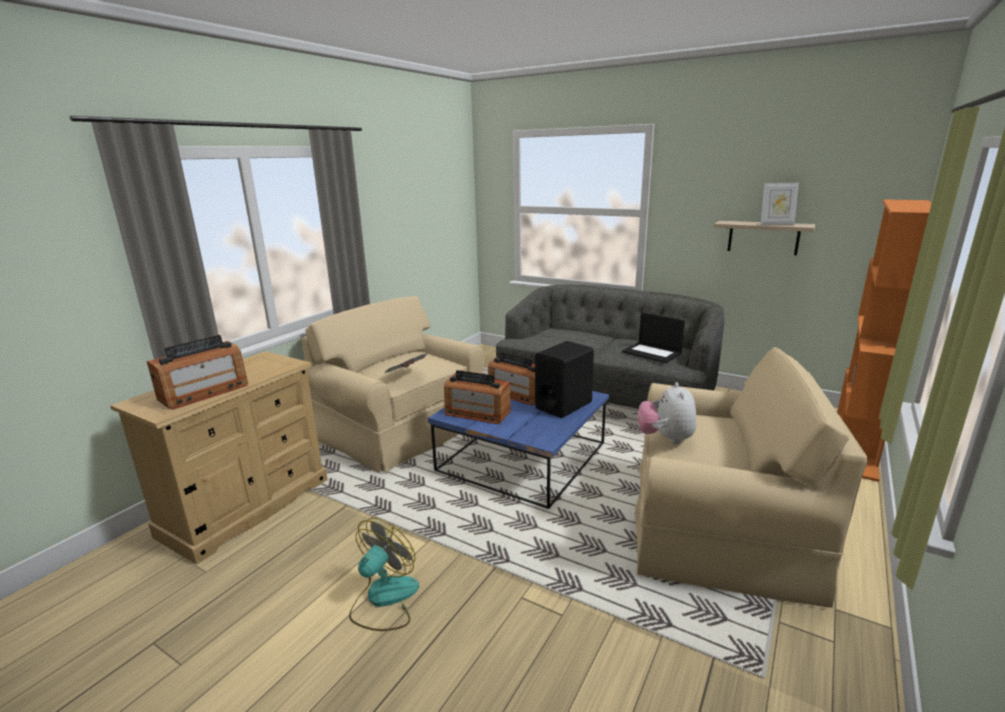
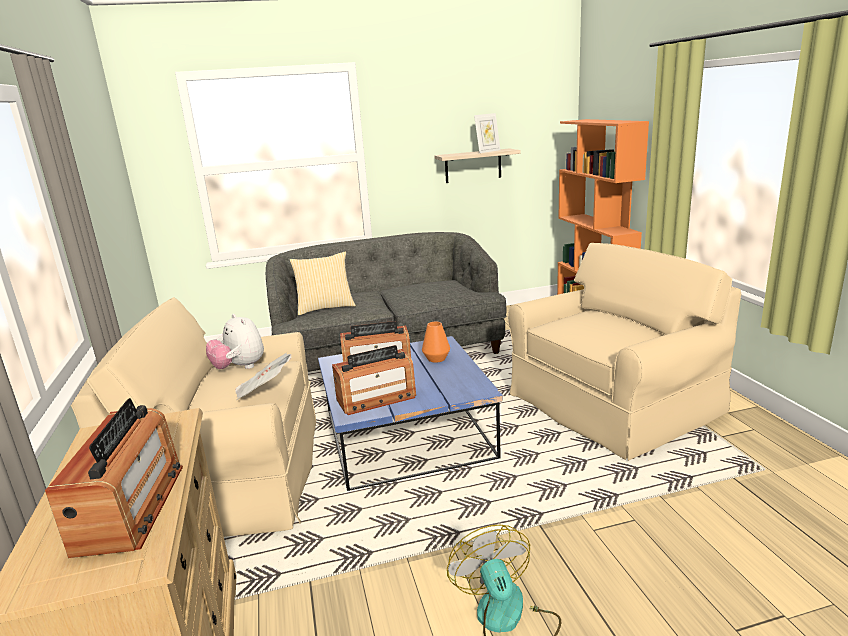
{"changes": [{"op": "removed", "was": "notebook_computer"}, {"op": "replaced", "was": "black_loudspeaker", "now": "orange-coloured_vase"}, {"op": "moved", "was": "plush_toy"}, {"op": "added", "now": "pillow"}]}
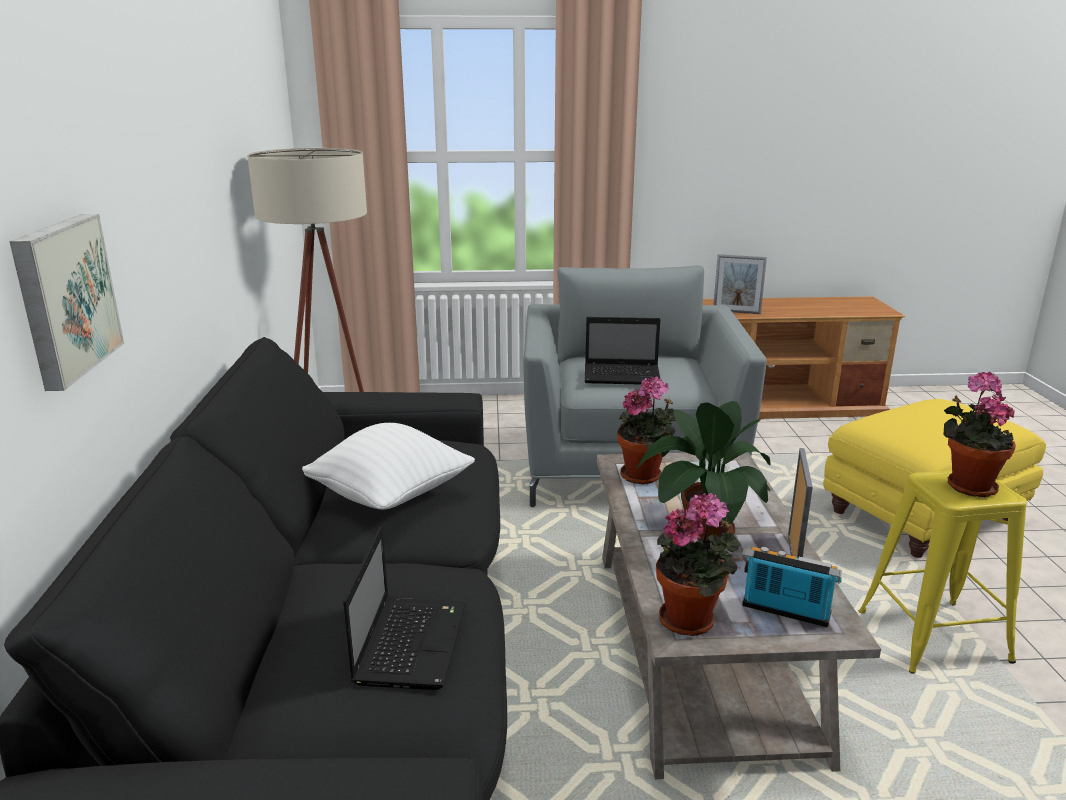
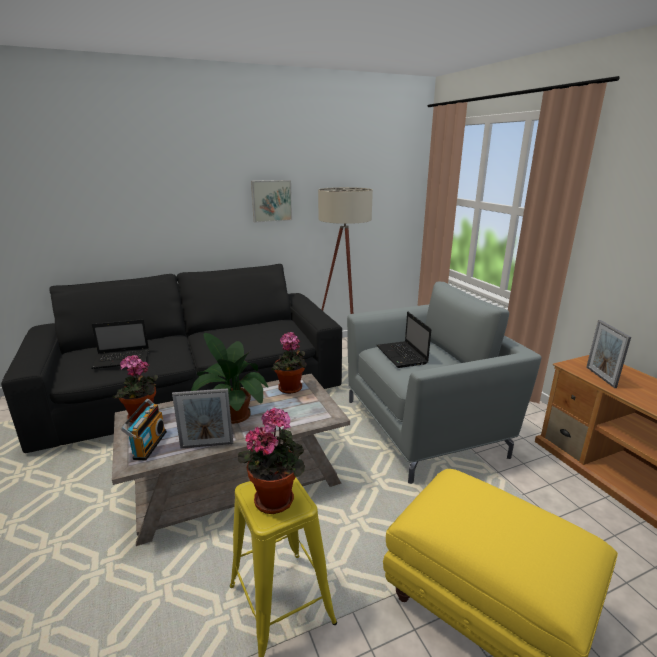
{"changes": [{"op": "moved", "was": "wall_art"}, {"op": "removed", "was": "white-coloured_pillow"}]}
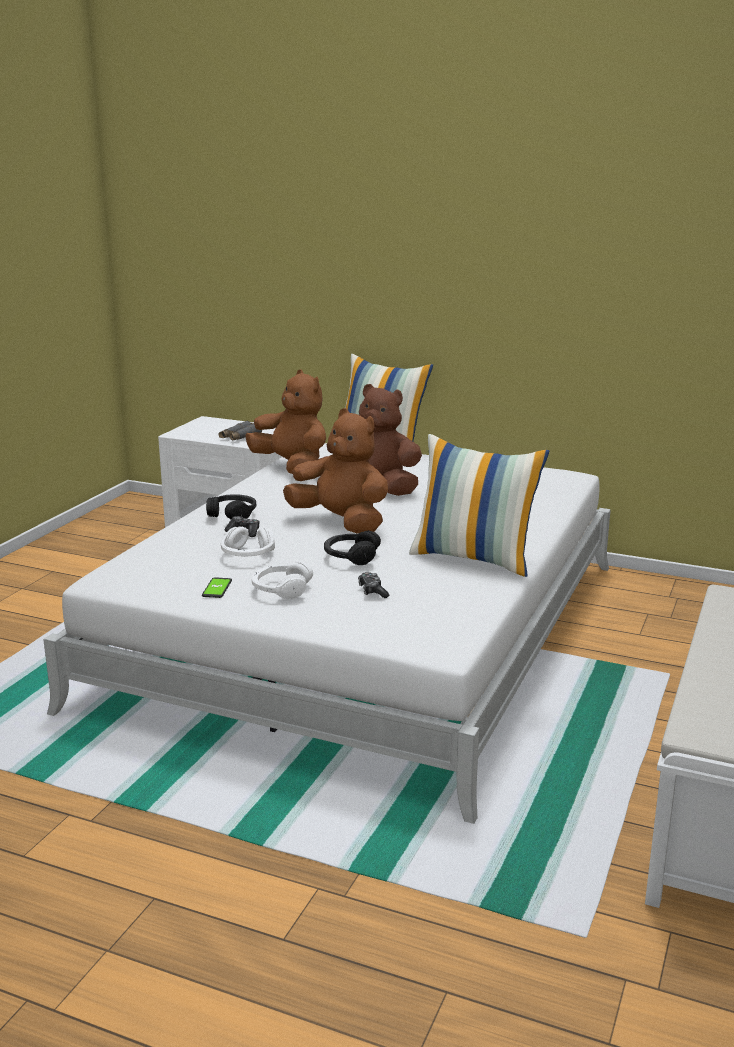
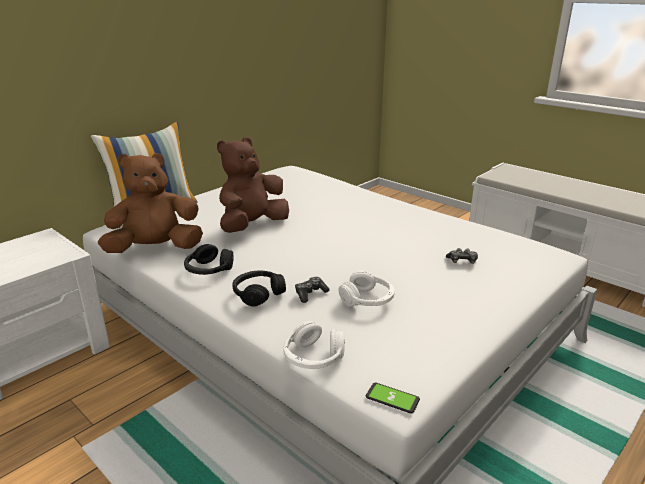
{"changes": [{"op": "removed", "was": "brownish_plush_toy (2nd from left)"}, {"op": "removed", "was": "greyish_pair_of_binoculars"}, {"op": "removed", "was": "pillow (2nd from left)"}, {"op": "moved", "was": "black_headphones (2nd from left in the first image)", "now": "black_headphones (1st from left)"}, {"op": "moved", "was": "white-coloured_headphones (2nd from left in the first image)", "now": "white-coloured_headphones (1st from left)"}, {"op": "moved", "was": "phone"}]}
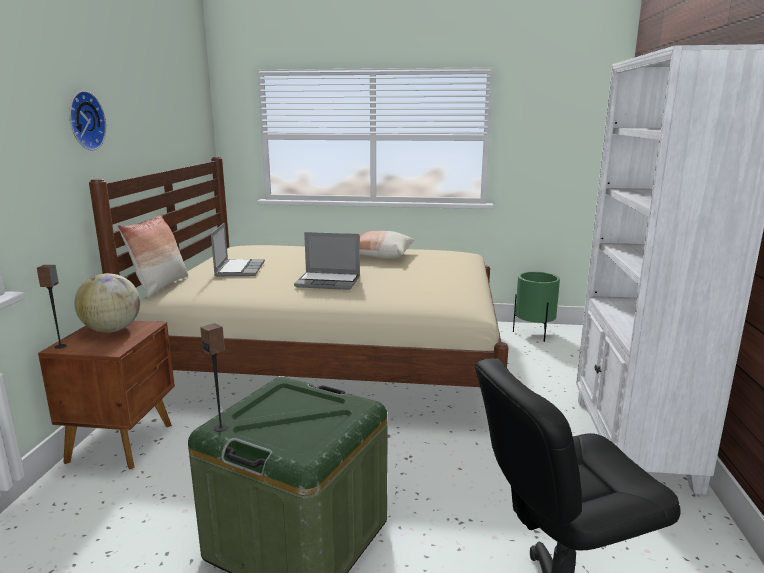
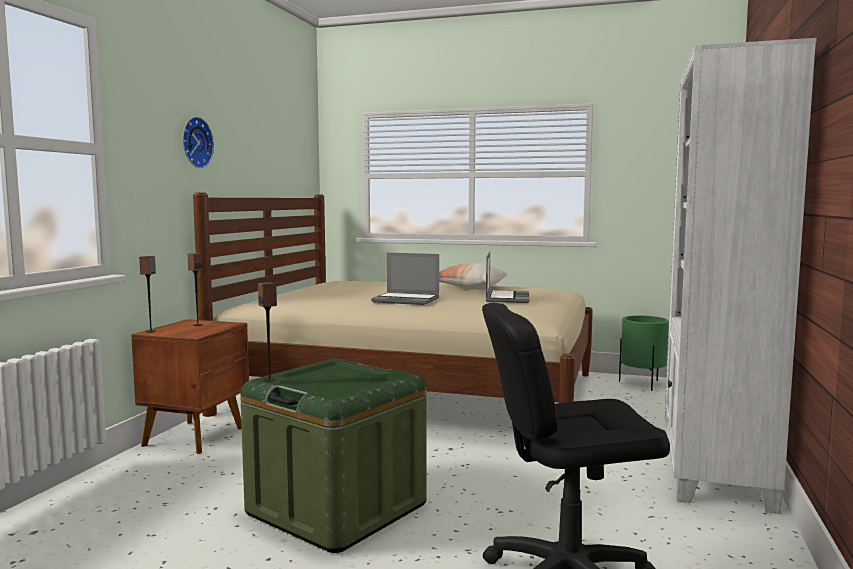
{"changes": [{"op": "removed", "was": "pillow (1st from left)"}, {"op": "moved", "was": "notebook_computer (1st from left in the first image)", "now": "notebook_computer (2nd from left)"}, {"op": "replaced", "was": "world_globe", "now": "loudspeaker (2nd from left)"}]}
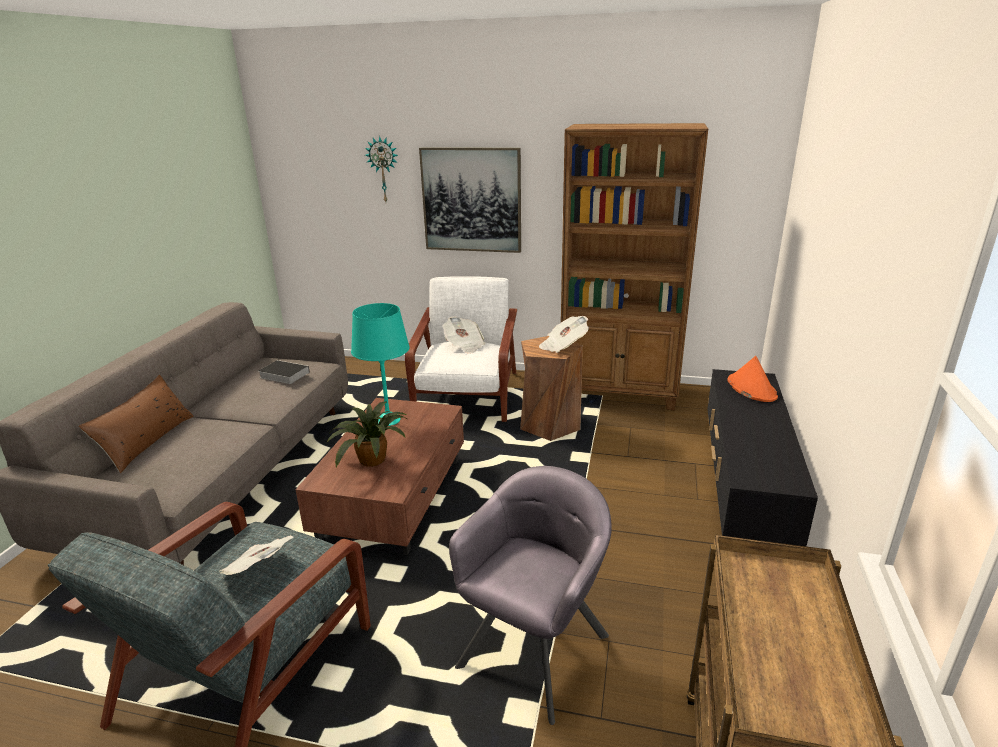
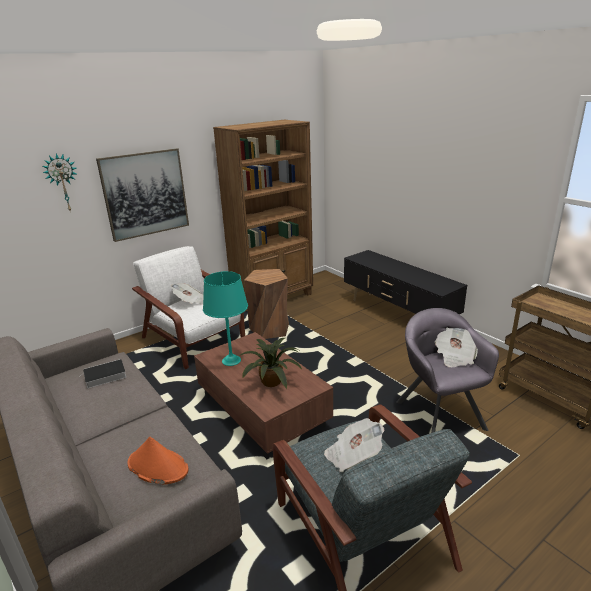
{"changes": [{"op": "moved", "was": "printed_paper (3rd from left)"}, {"op": "moved", "was": "orange-coloured_wearable_hat"}, {"op": "removed", "was": "brownish_pillow"}]}
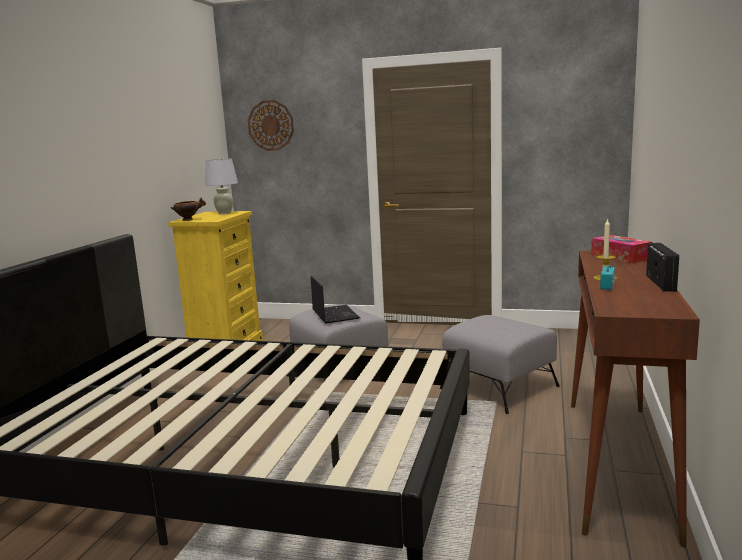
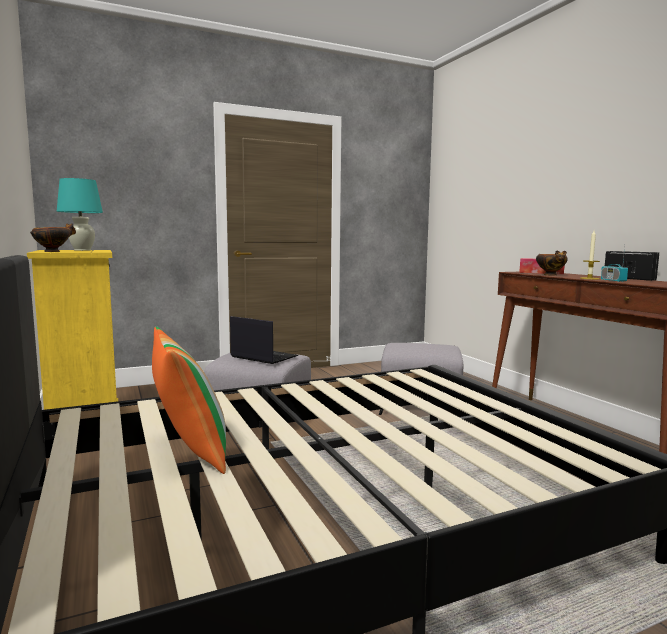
{"changes": [{"op": "removed", "was": "wall_clock"}, {"op": "recoloured", "was": "white-coloured_table_lamp", "now": "blue-green_table_lamp"}, {"op": "added", "now": "deep_dish (2nd from left)"}, {"op": "added", "now": "pillow"}]}
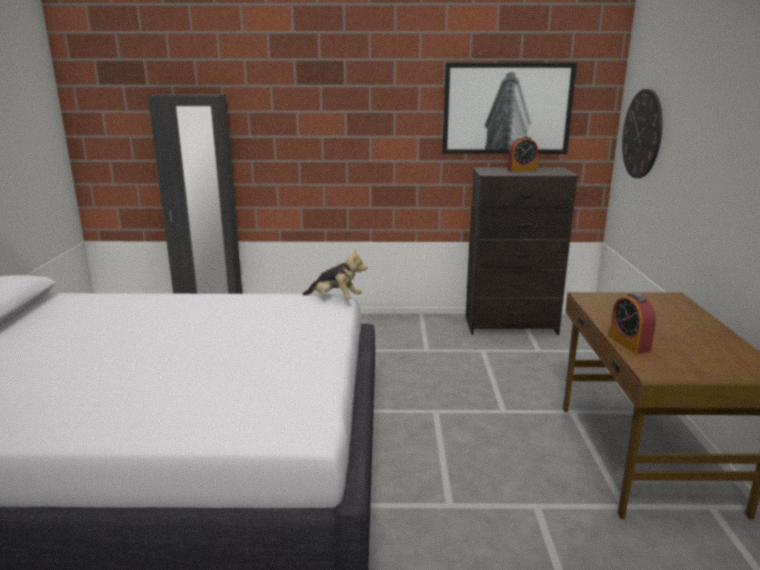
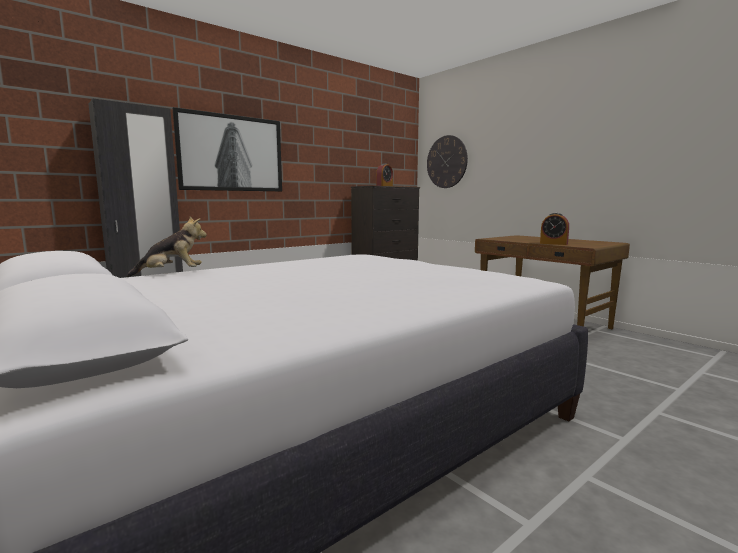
{"changes": [{"op": "moved", "was": "wall_art"}, {"op": "moved", "was": "plush_toy"}]}
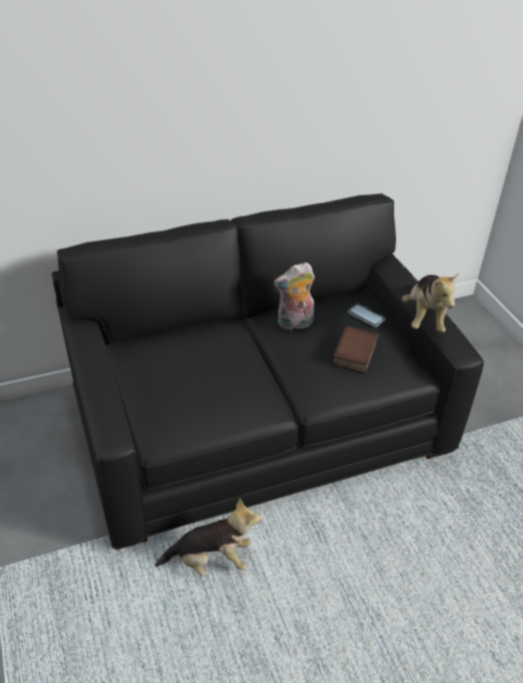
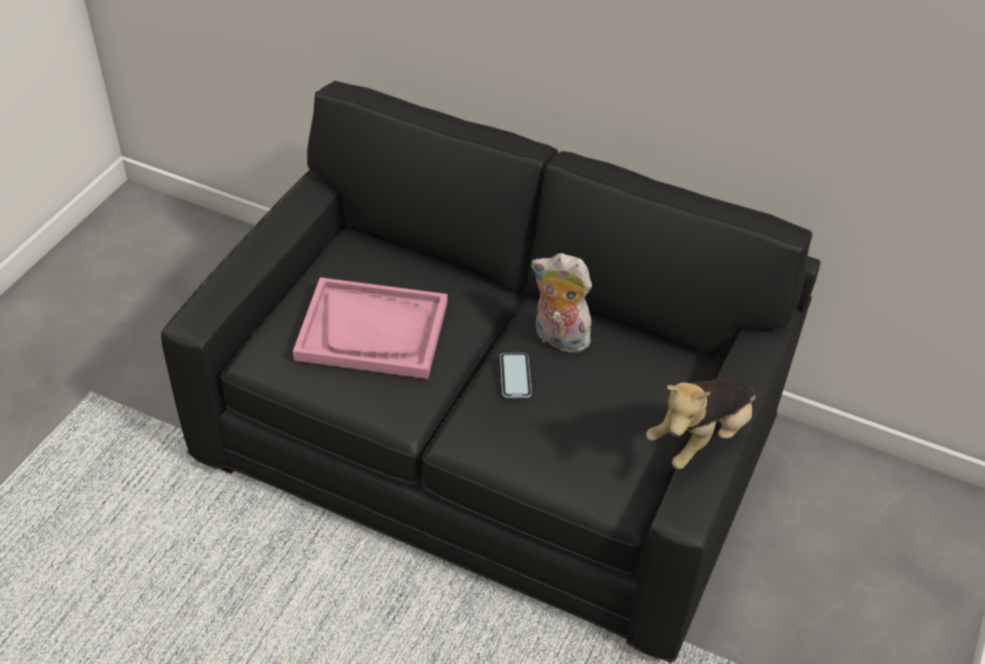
{"changes": [{"op": "moved", "was": "phone"}, {"op": "removed", "was": "book"}, {"op": "removed", "was": "plush_toy (1st from left)"}, {"op": "added", "now": "pink_serving_tray"}]}
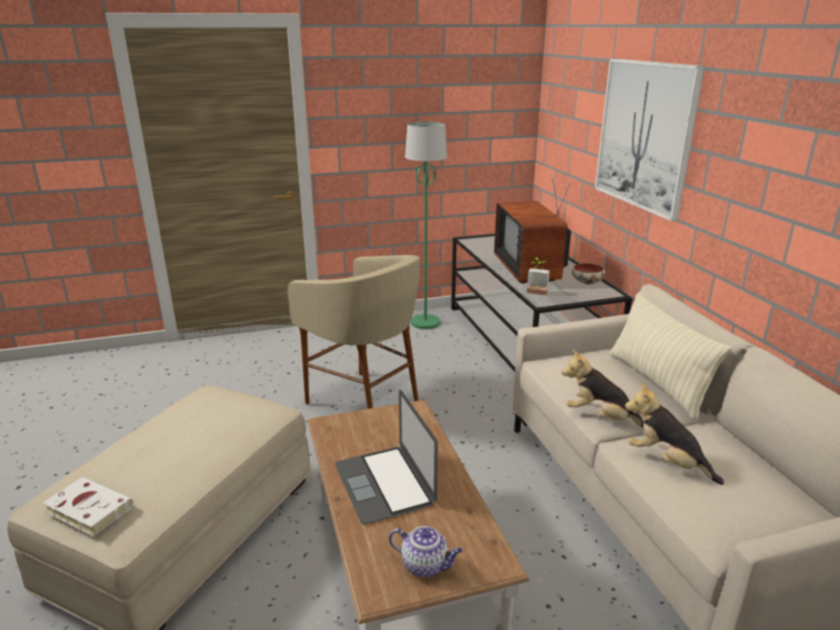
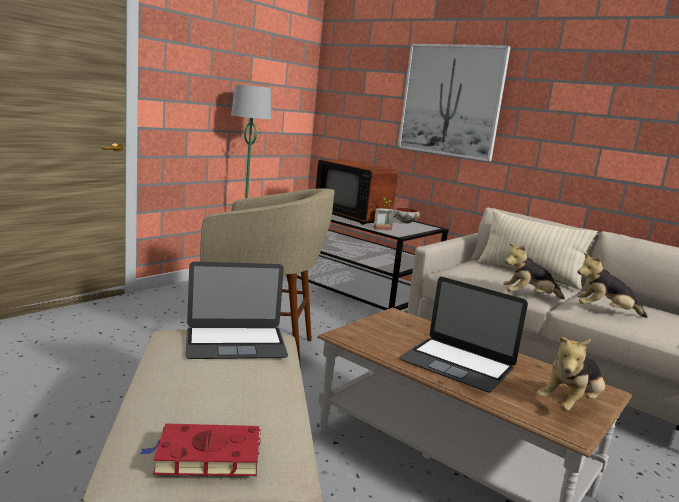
{"changes": [{"op": "recoloured", "was": "white-coloured_book", "now": "reddish_book"}, {"op": "replaced", "was": "tea_pot", "now": "plush_toy (2nd from left)"}, {"op": "added", "now": "notebook_computer (1st from left)"}]}
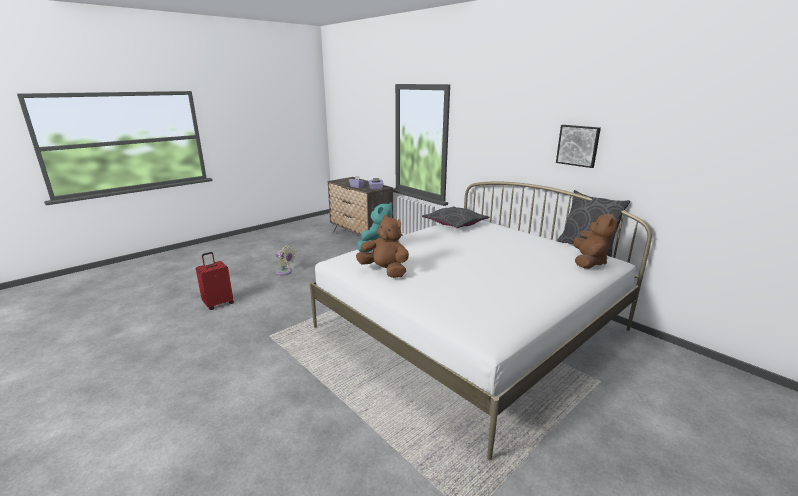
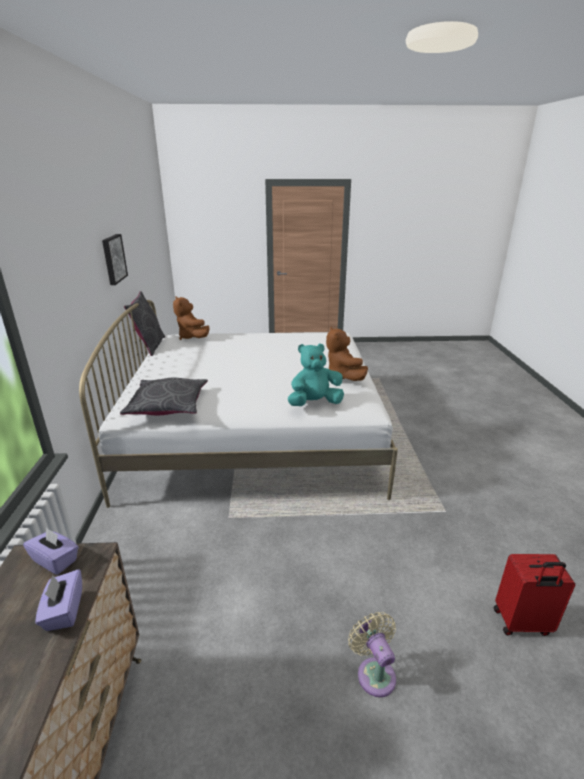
{"changes": [{"op": "turned", "was": "brownish_plush_toy (2nd from left in the first image)", "clockwise": -90}]}
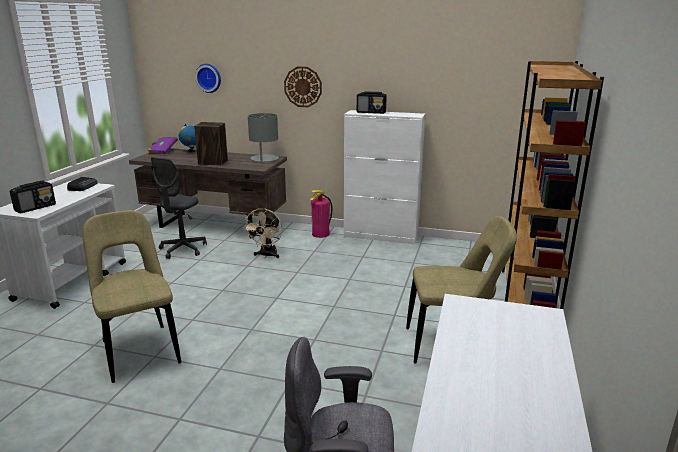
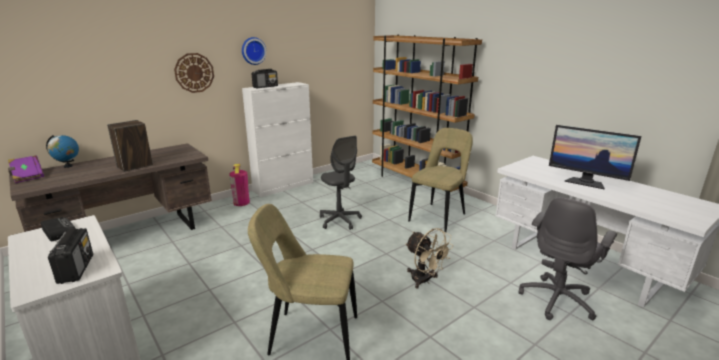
{"changes": [{"op": "moved", "was": "wall_clock (1st from left in the first image)", "now": "wall_clock (2nd from left)"}, {"op": "removed", "was": "greyish_table_lamp"}, {"op": "moved", "was": "greyish_computer_chair (1st from left)"}, {"op": "moved", "was": "beige_cooling_fan"}, {"op": "added", "now": "monitor"}]}
